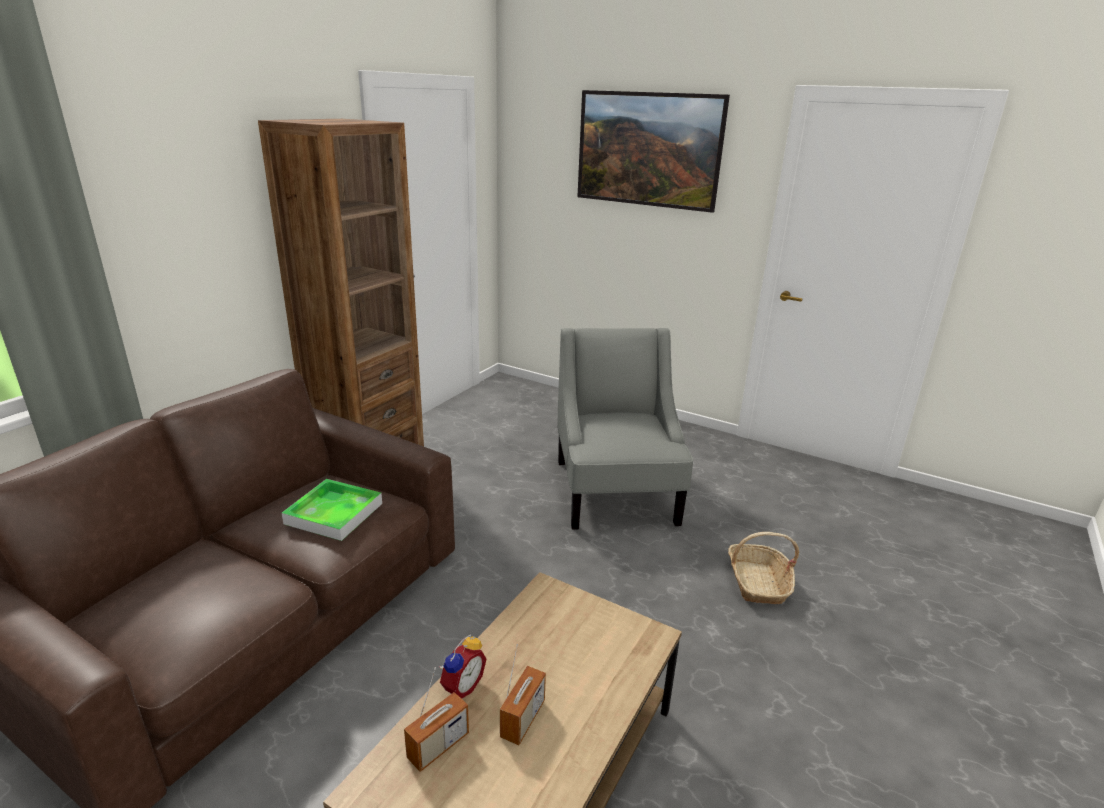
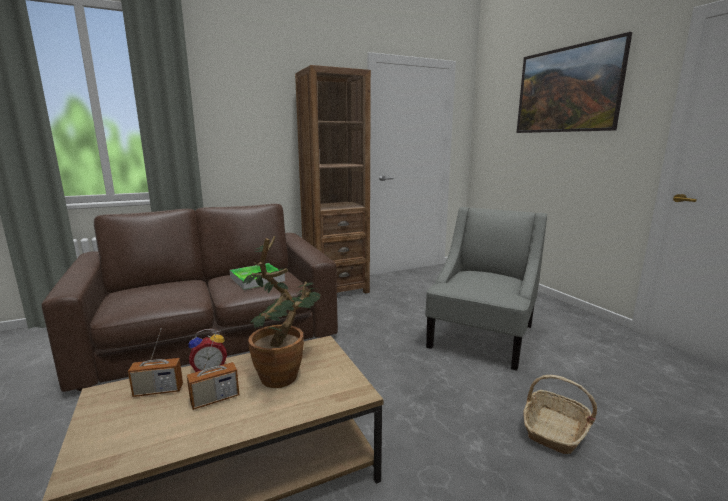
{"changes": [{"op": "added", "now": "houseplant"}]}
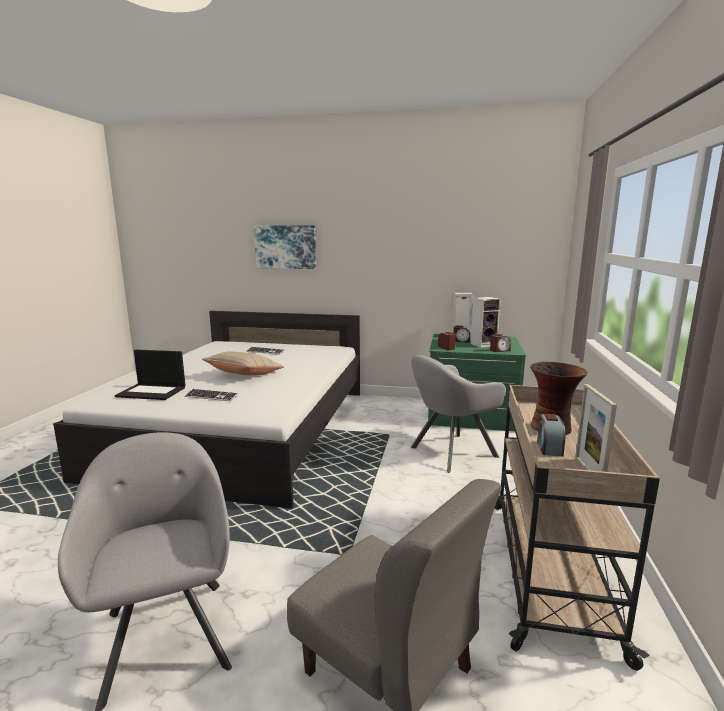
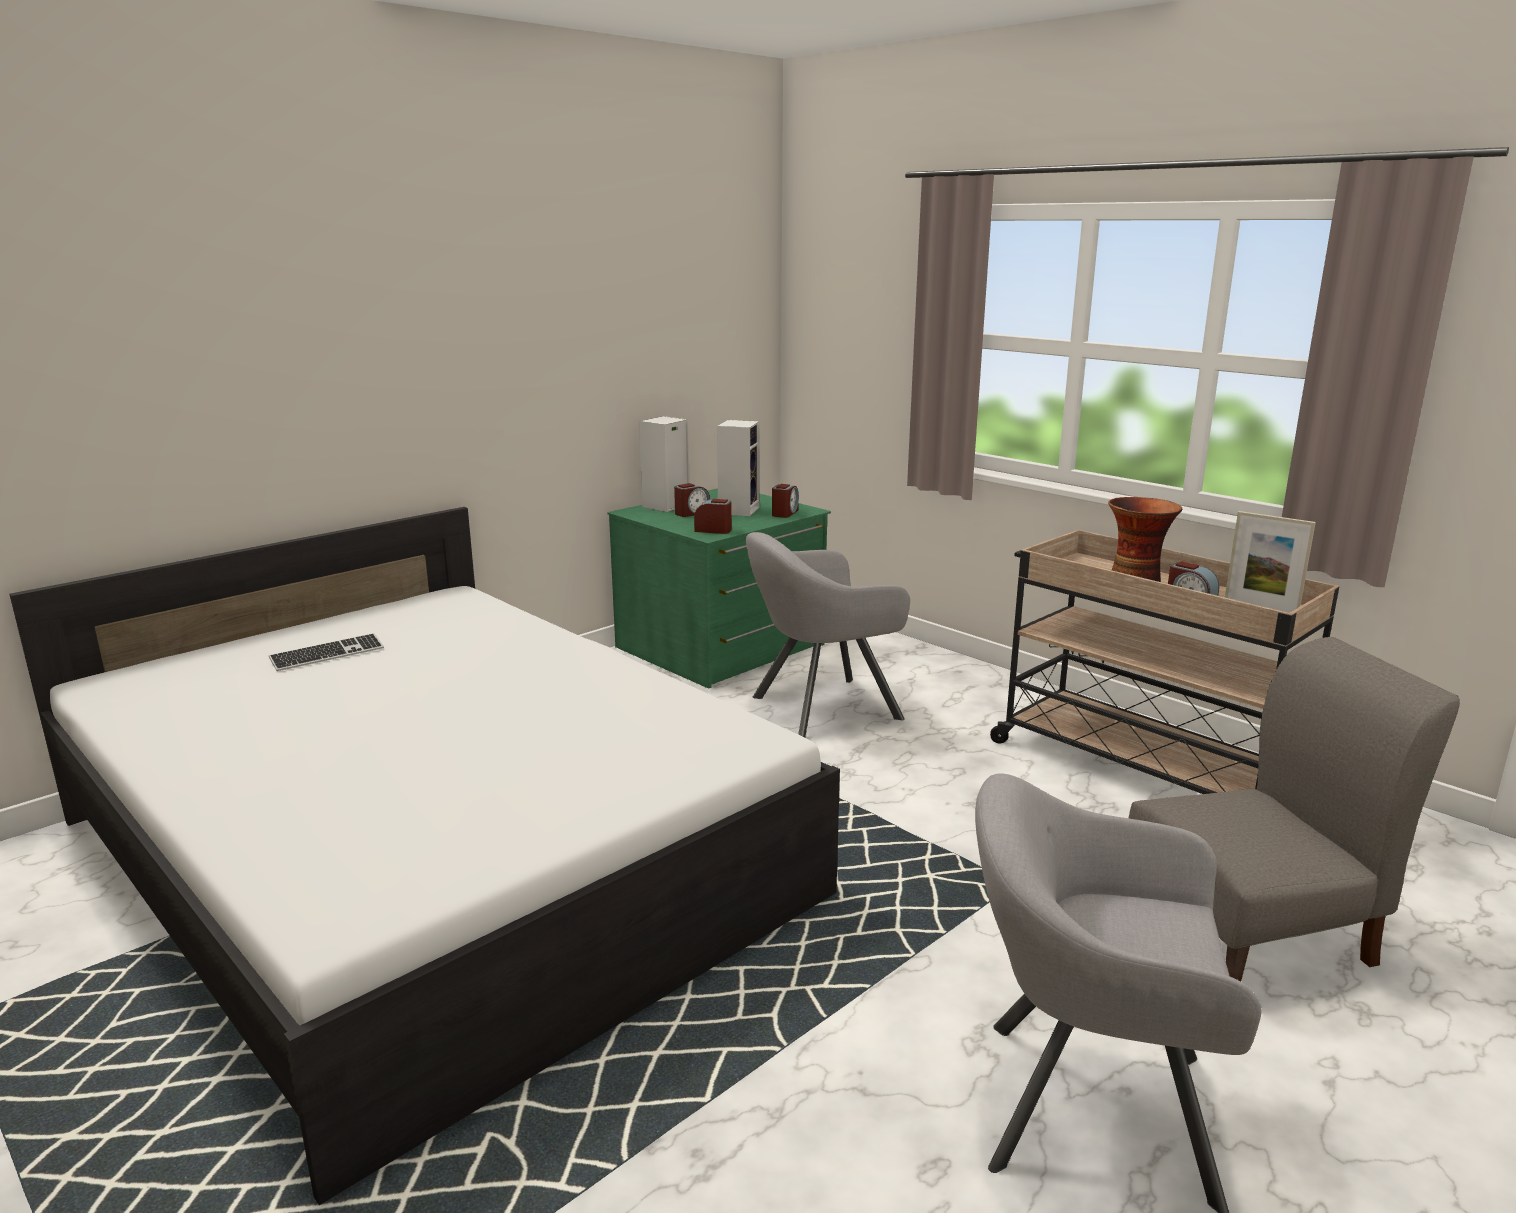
{"changes": [{"op": "removed", "was": "wall_art"}, {"op": "removed", "was": "notebook_computer"}, {"op": "removed", "was": "beige_pillow"}, {"op": "turned", "was": "greyish_easy_chair (2nd from left in the first image)", "clockwise": 60}, {"op": "removed", "was": "keyboard (1st from left)"}]}
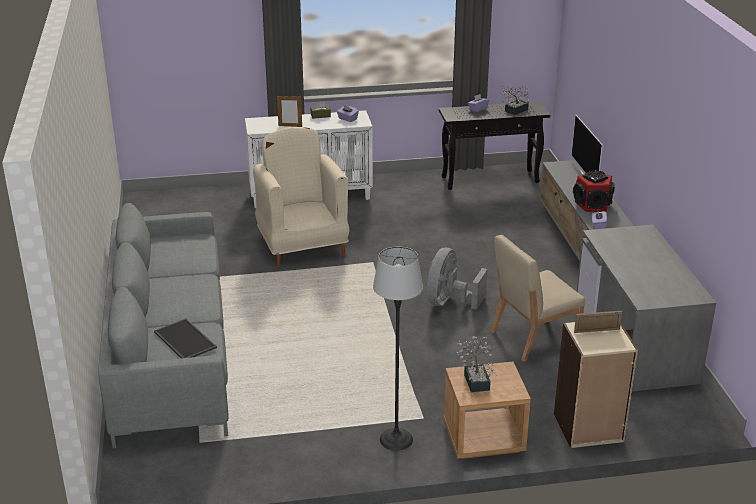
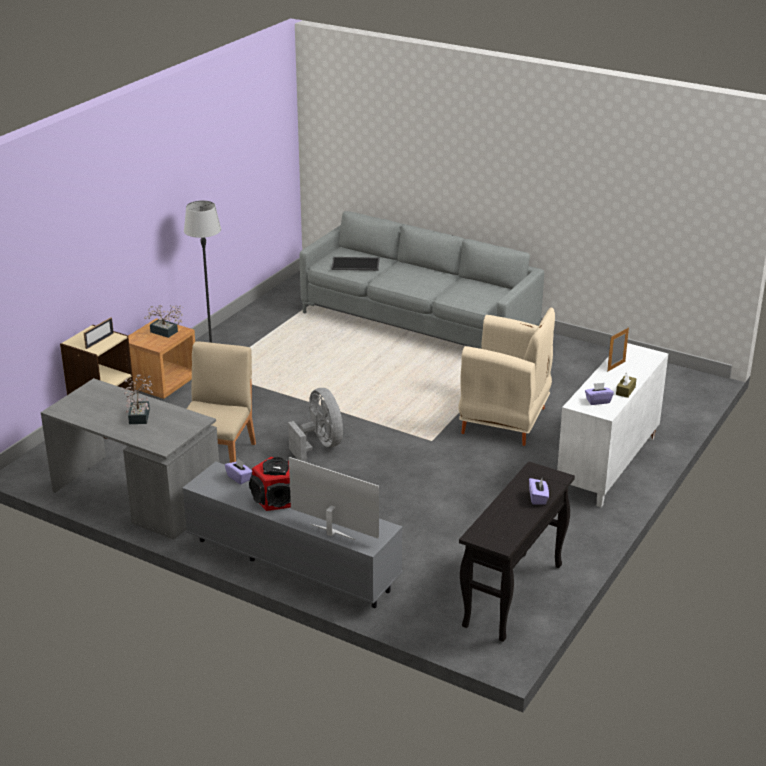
{"changes": [{"op": "moved", "was": "houseplant (2nd from left in the first image)", "now": "houseplant (1st from left)"}]}
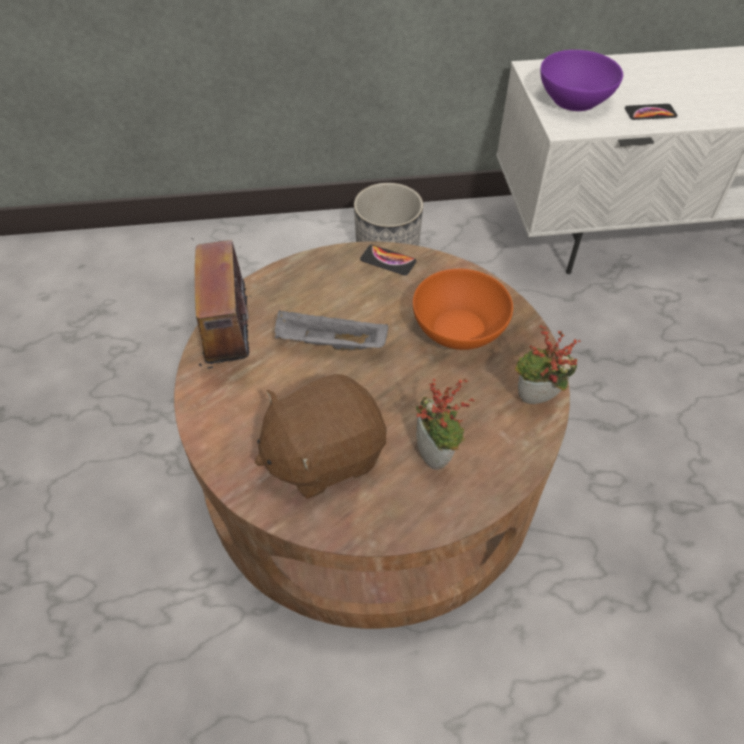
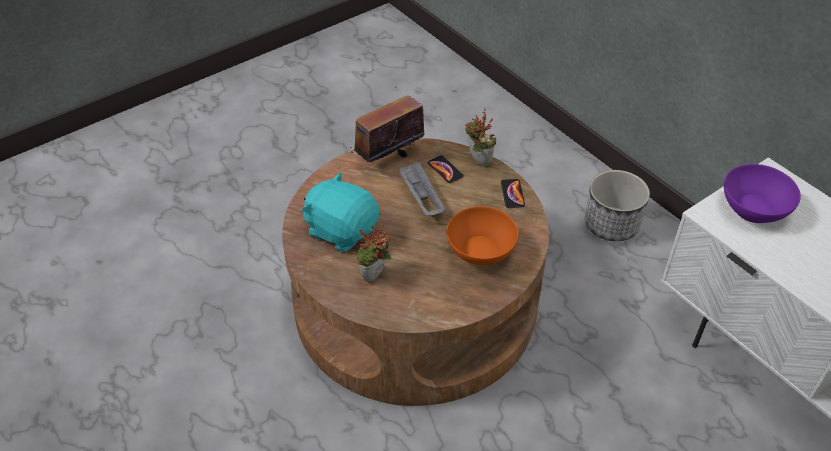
{"changes": [{"op": "moved", "was": "phone (2nd from left in the first image)", "now": "phone (1st from left)"}, {"op": "moved", "was": "houseplant (2nd from left)"}, {"op": "recoloured", "was": "brownish_plush_toy", "now": "blue-green_plush_toy"}]}
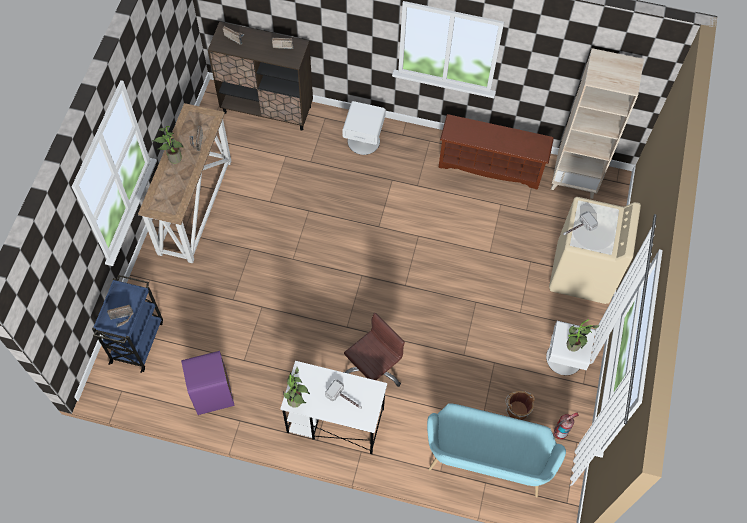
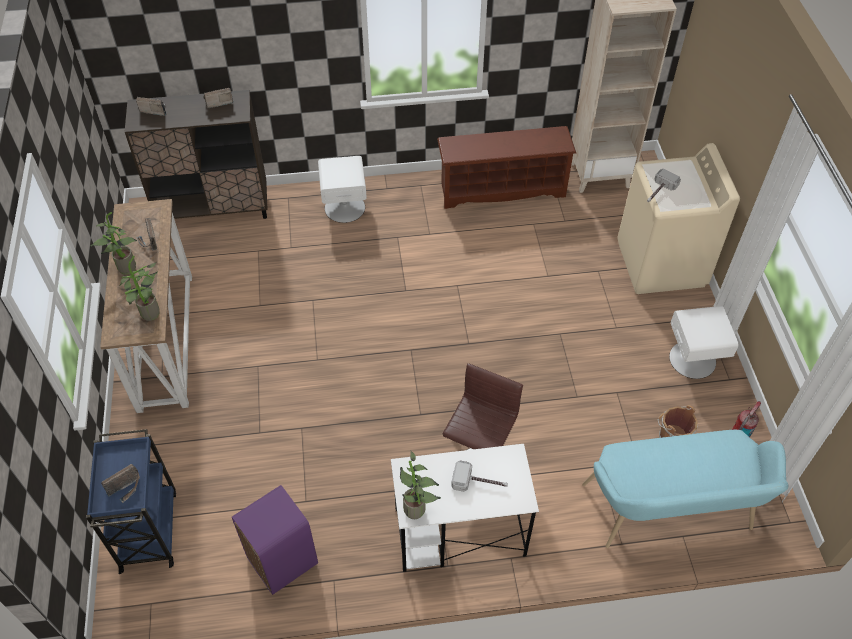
{"changes": [{"op": "moved", "was": "houseplant (3rd from left in the first image)", "now": "houseplant (2nd from left)"}]}
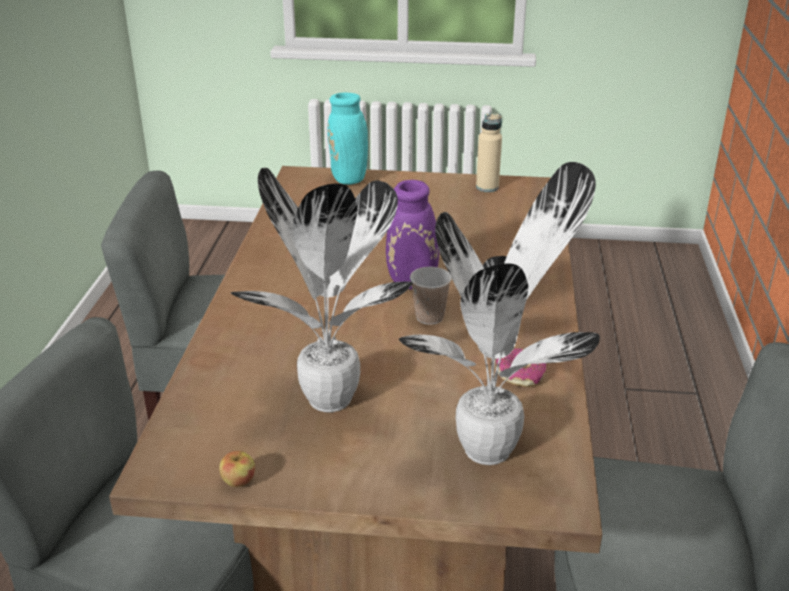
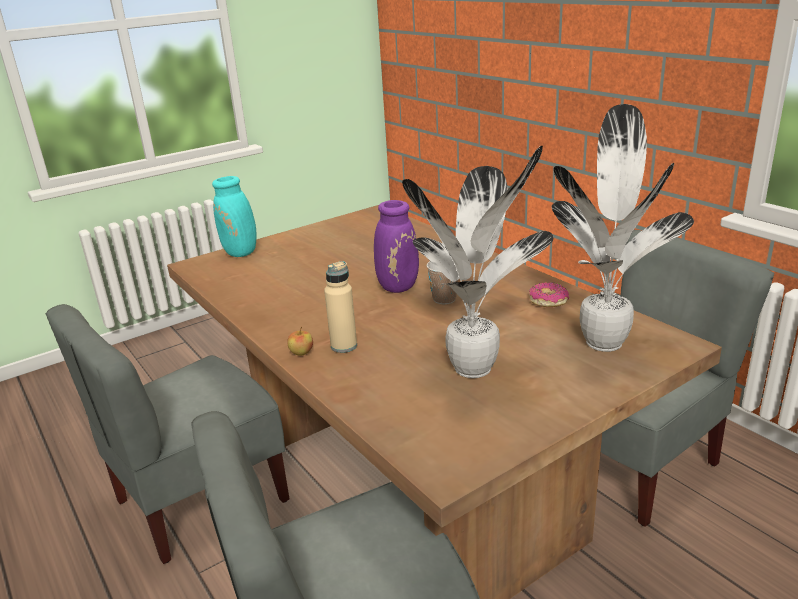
{"changes": [{"op": "moved", "was": "beige_bottle"}, {"op": "moved", "was": "apple"}]}
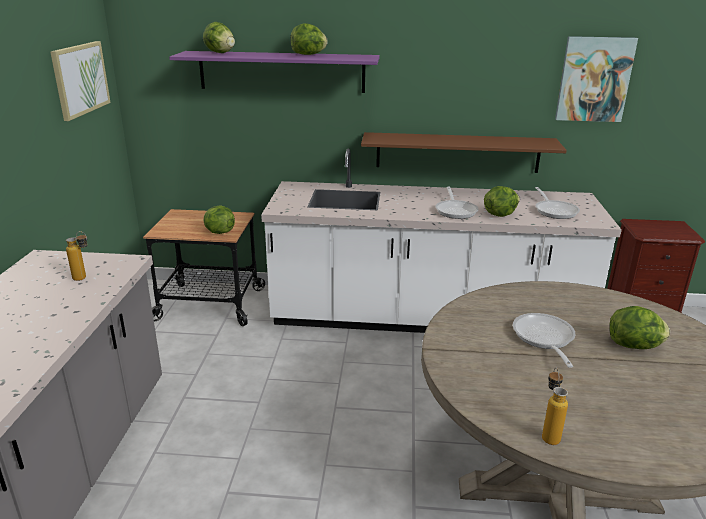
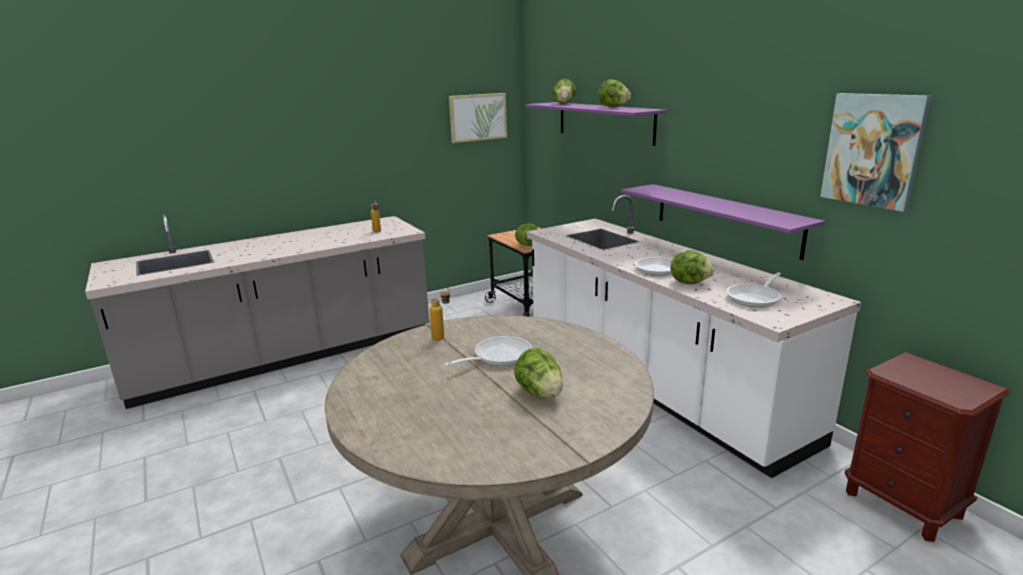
{"changes": [{"op": "recoloured", "was": "brownish_bracket_shelf", "now": "purplish_bracket_shelf (2nd from left)"}, {"op": "moved", "was": "bottle (2nd from left)"}]}
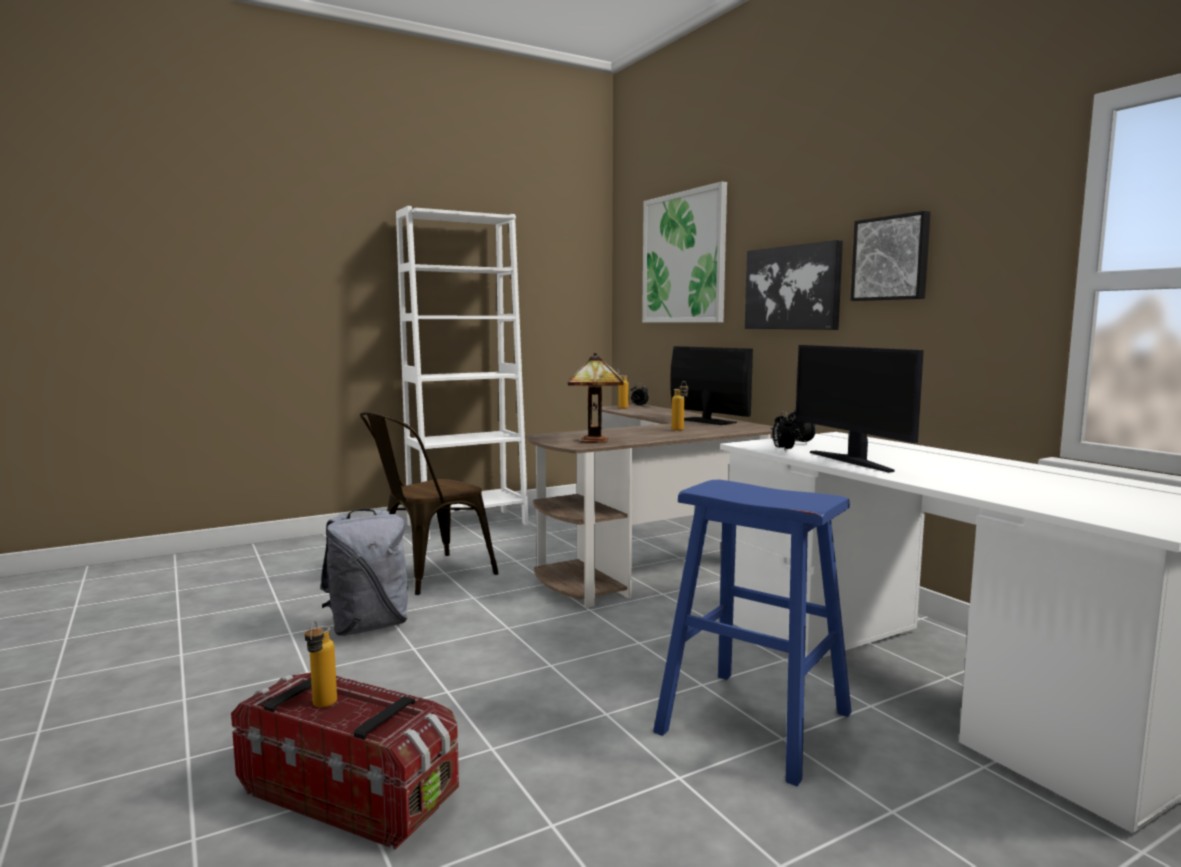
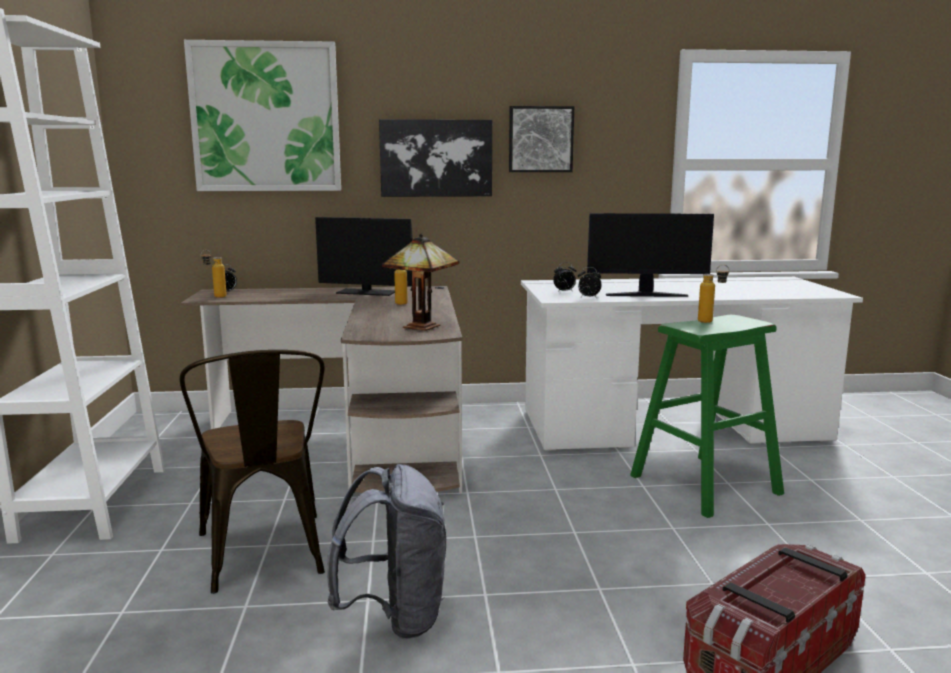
{"changes": [{"op": "turned", "was": "monitor (1st from left)", "clockwise": -150}, {"op": "recoloured", "was": "blue_sitting_stool", "now": "greenish_sitting_stool"}, {"op": "moved", "was": "bottle (1st from left in the first image)", "now": "bottle (3rd from left)"}]}
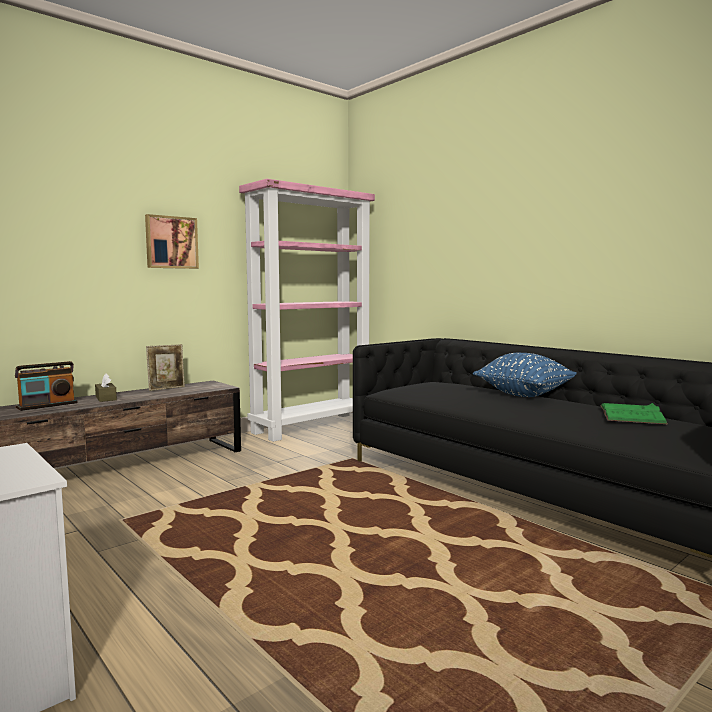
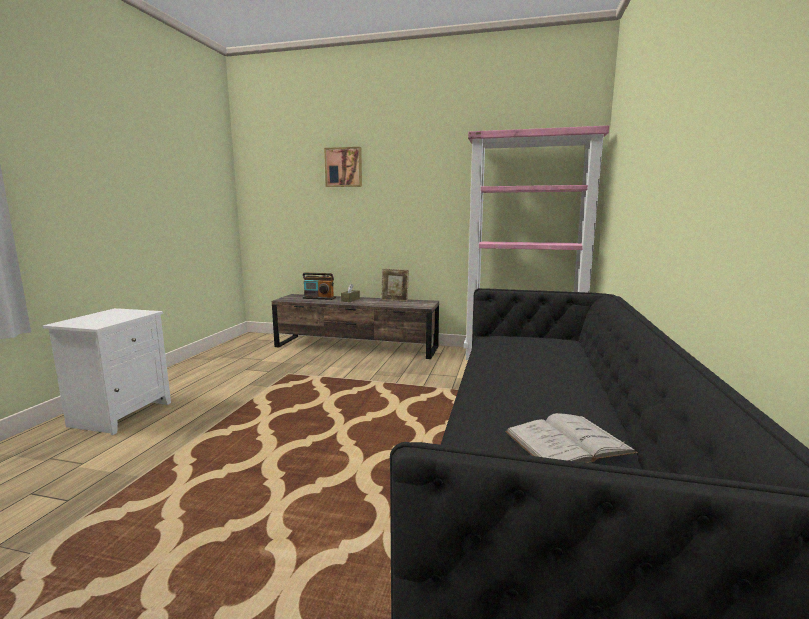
{"changes": [{"op": "moved", "was": "wall_art"}, {"op": "removed", "was": "blue_pillow"}, {"op": "recoloured", "was": "greenish_book", "now": "white-coloured_book"}]}
